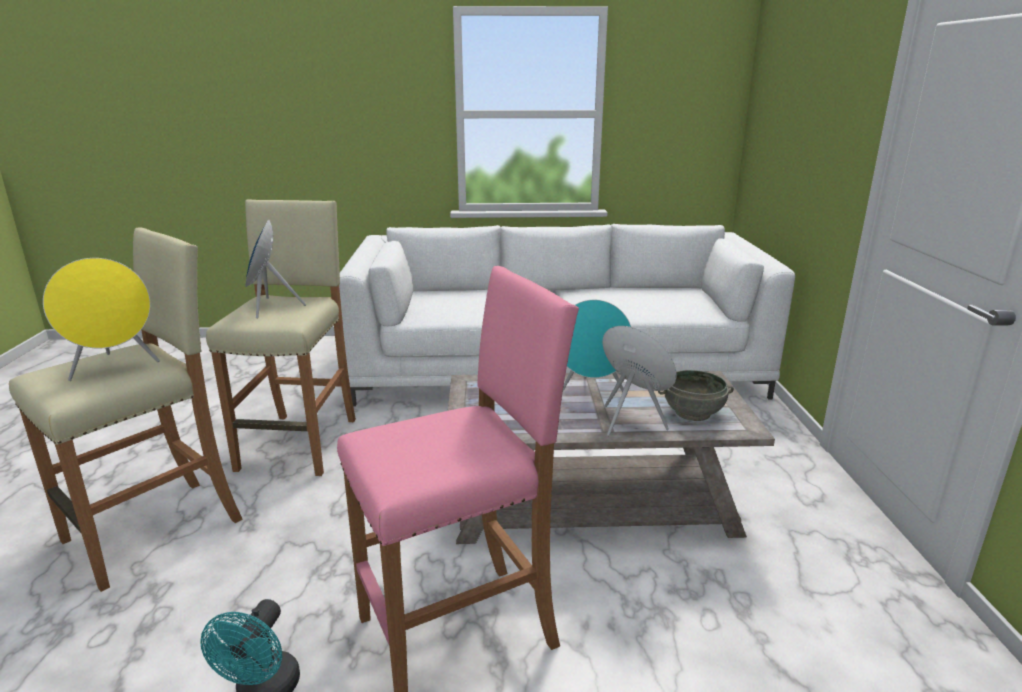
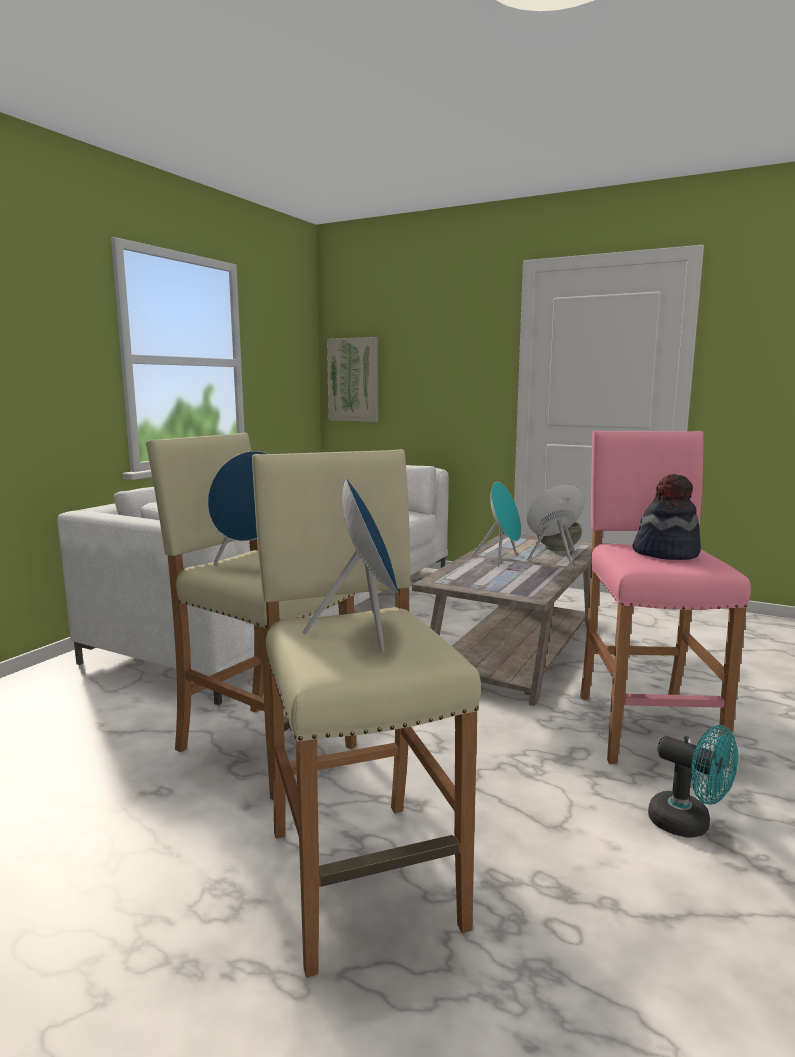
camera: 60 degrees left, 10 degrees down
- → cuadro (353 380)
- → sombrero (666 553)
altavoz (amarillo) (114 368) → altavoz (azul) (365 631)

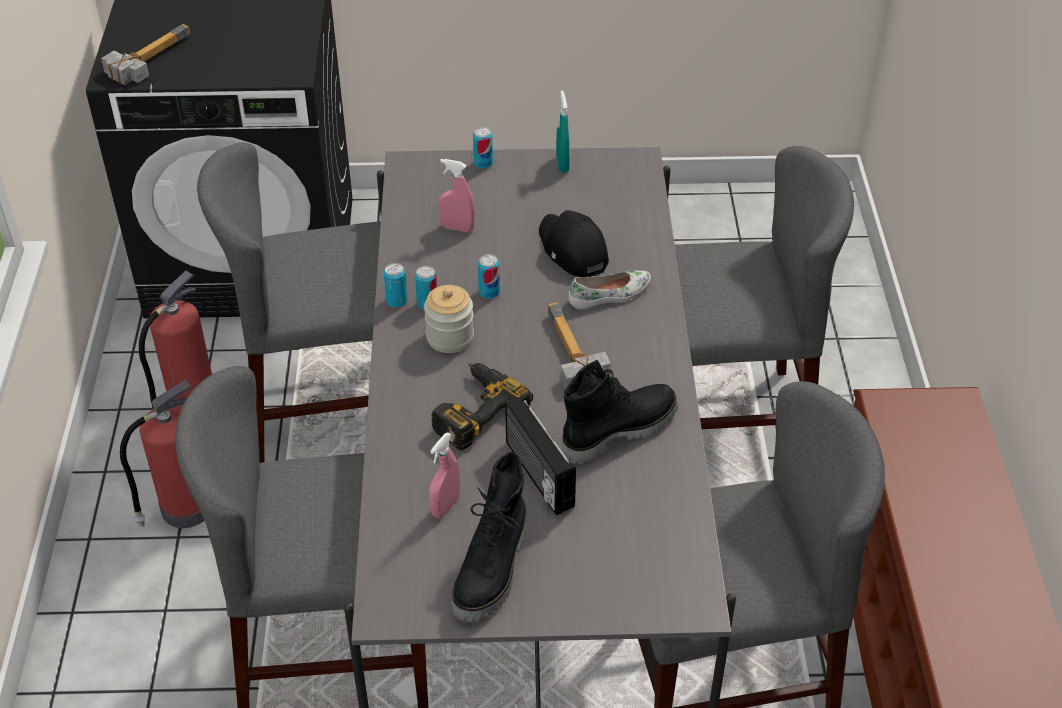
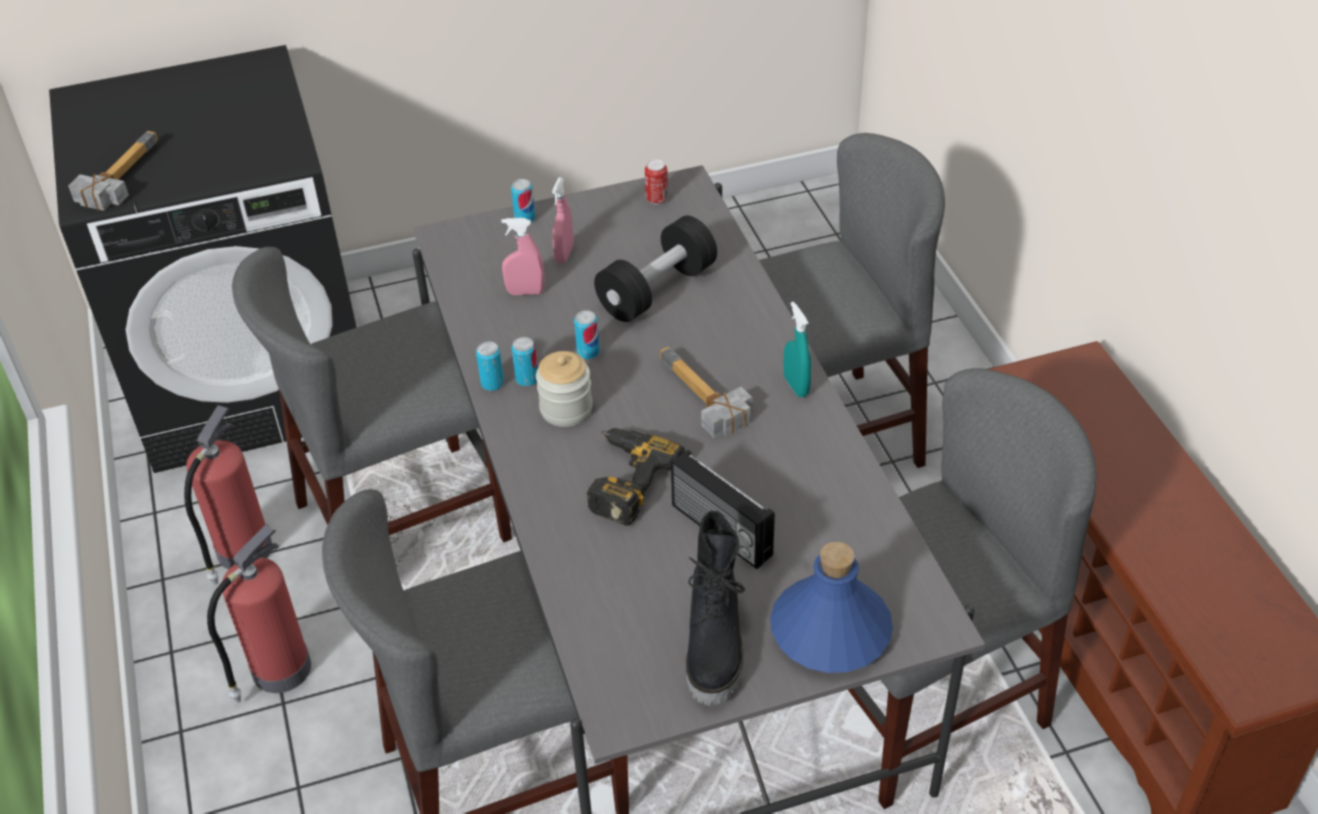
camera: 15 degrees left, 0 degrees up
bota (negro) (618 430) → -
zapato (blanco) (610 295) → -
- → lata (657 199)
- → botella (azul) (830 630)
pulverizador (rosa) (445 506) → pulverizador (rosa) (564 254), moved
pulverizador (turquesa) (562 164) → pulverizador (turquesa) (796 386), moved
gorra (negro) (572 250) → mancuerna (negro) (657 290)

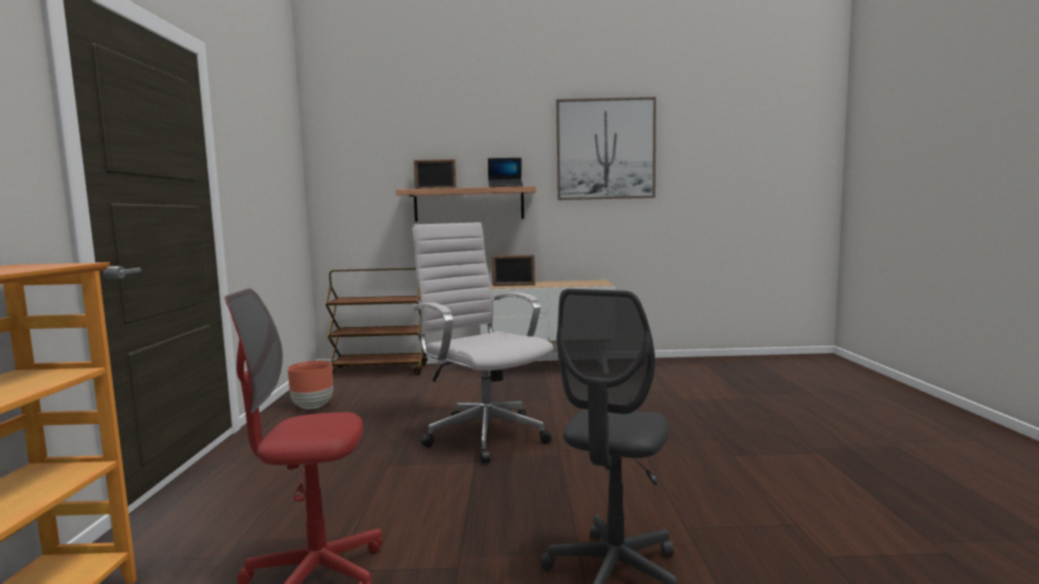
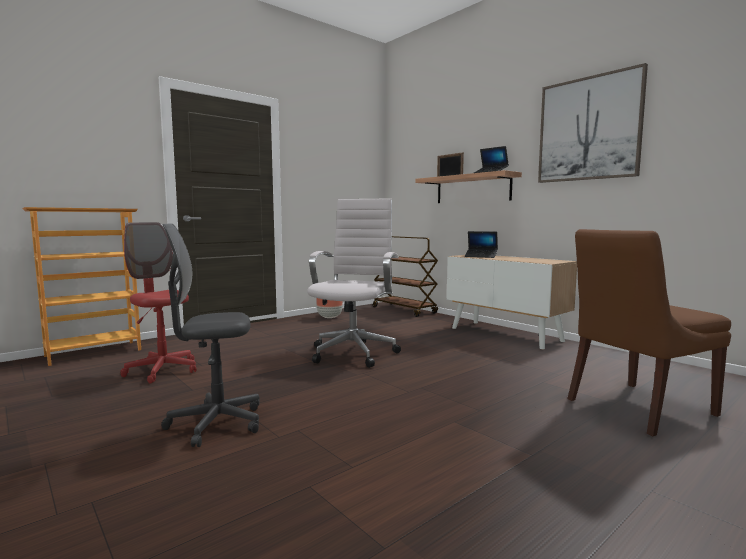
camera: 50 degrees right, 0 degrees up
- → silla (marrón) (636 408)
portarretratos (513 285) → portátil (481 256)

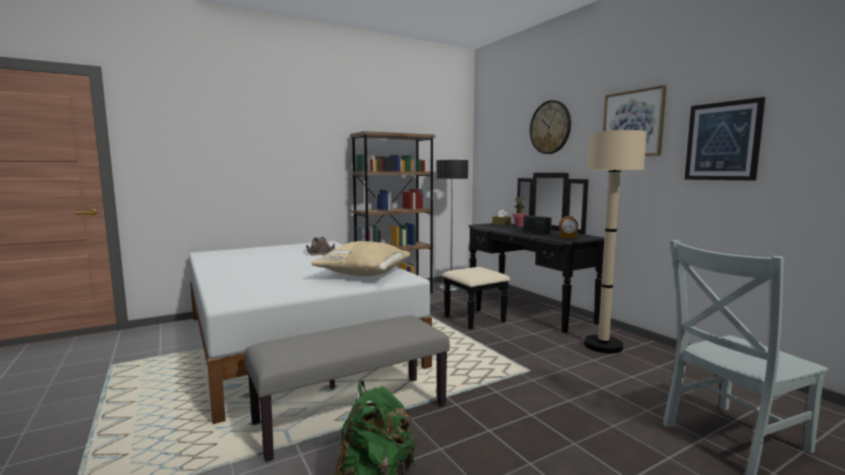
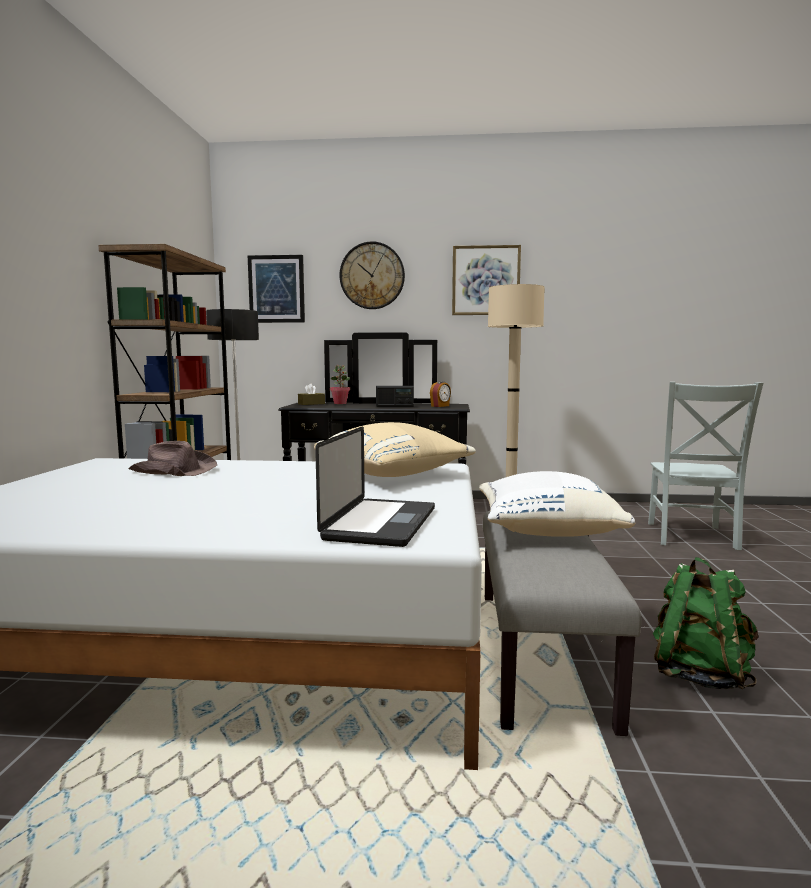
camera: 55 degrees left, 0 degrees up
- → portátil (381 524)
- → cojín (blanco) (546 530)
cuadro (722 141) → cuadro (276 289), moved

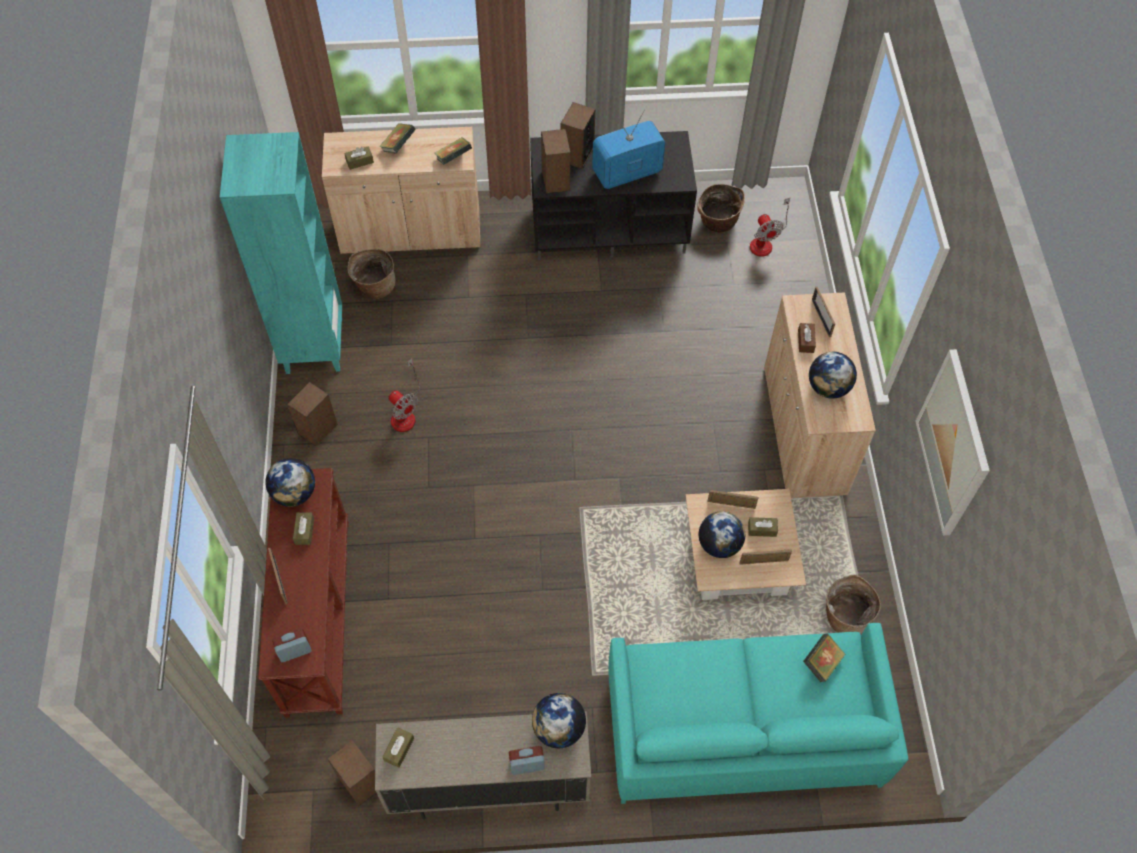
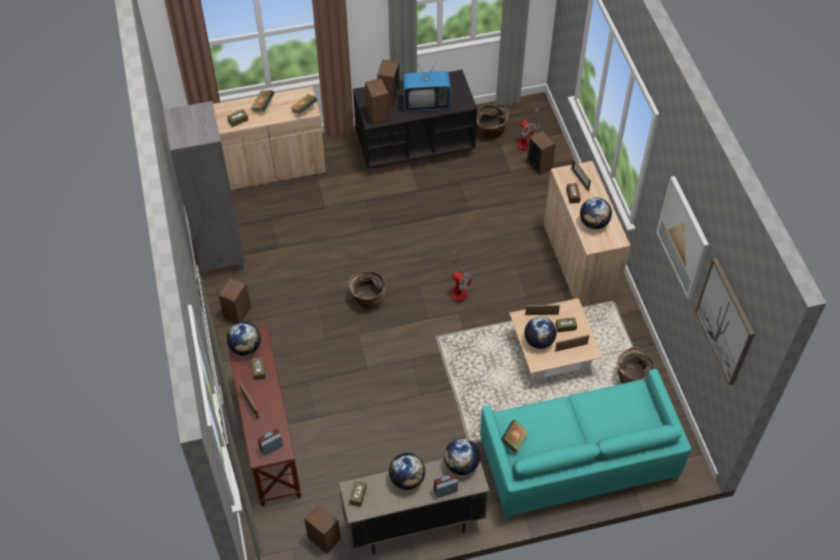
camera: 10 degrees left, 5 degrees down
- → globo terráqueo (407 479)
- → altavoz (539 165)
- → cuadro (725 321)
cesta (374 287) → cesta (367 299), moved
ventilador (405 413) → ventilador (458 288), moved
libro (822 662) → libro (514 440), moved
estantería (turquesa) (313 345) → estantería (gris) (220 256)
televisor (627 173) → televisor (426 103), 150 degrees counterclockwise

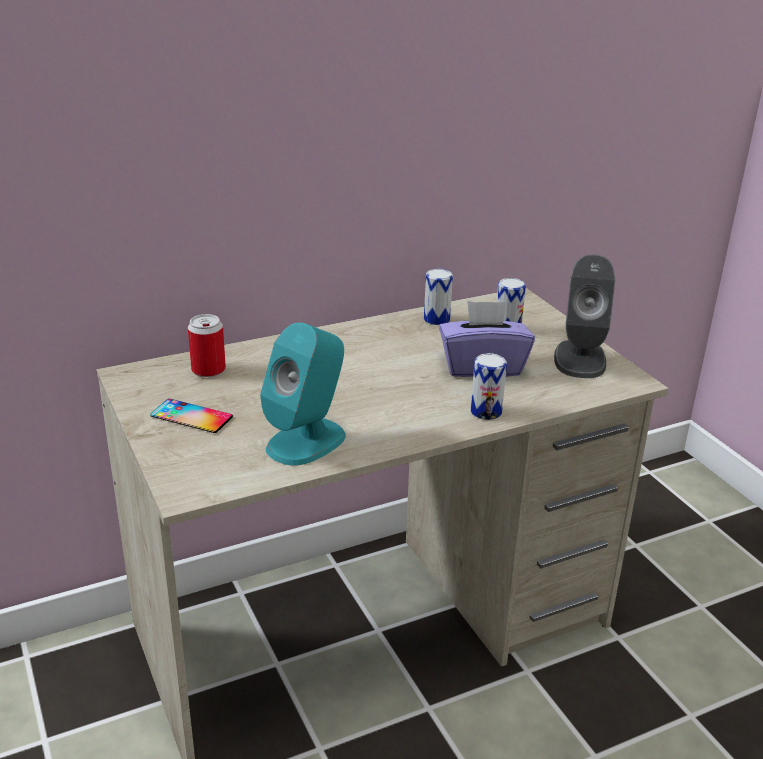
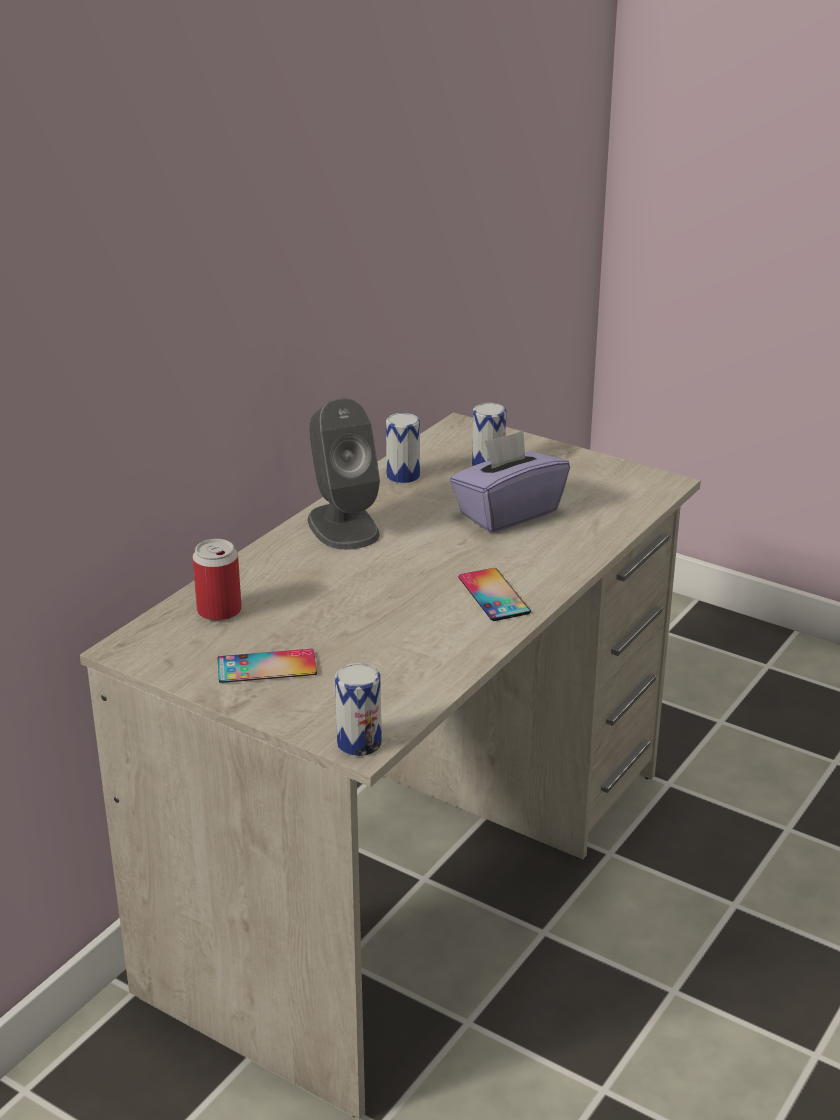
camera: 30 degrees left, 0 degrees up
altavoz (turquesa) (307 441) → -
- → móvil (494 595)
lata (486 412) → lata (359 743), moved
altavoz (gris) (580 359) → altavoz (gris) (343 526), moved

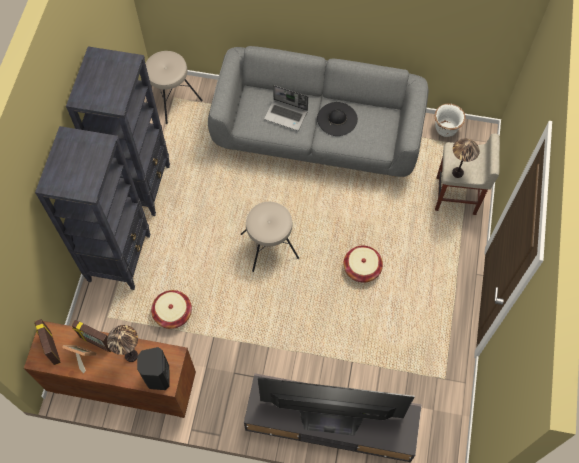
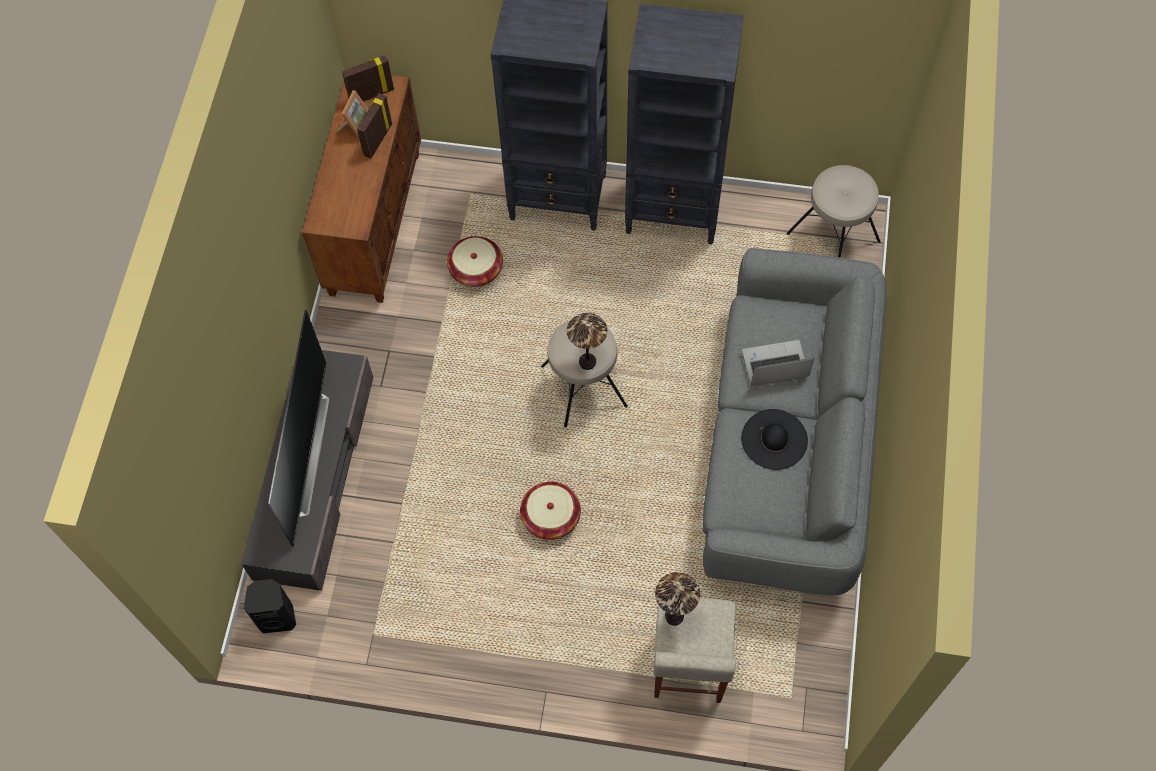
camera: 90 degrees right, 0 degrees up
maceta (blanco) (445 130) → -
lámpara de mesa (131 355) → lámpara de mesa (587 362), moved
altavoz (negro) (157 377) → altavoz (negro) (277 617), moved
portátil (286 115) → portátil (774 365), 60 degrees clockwise

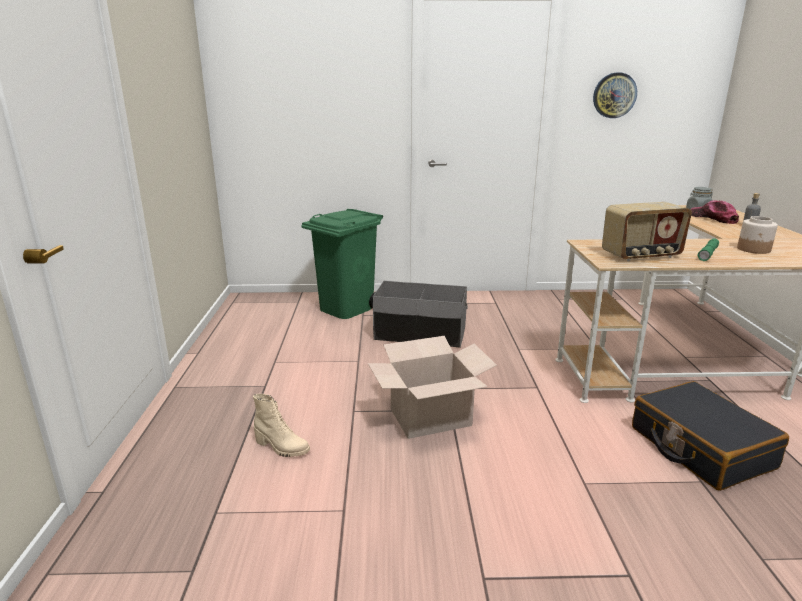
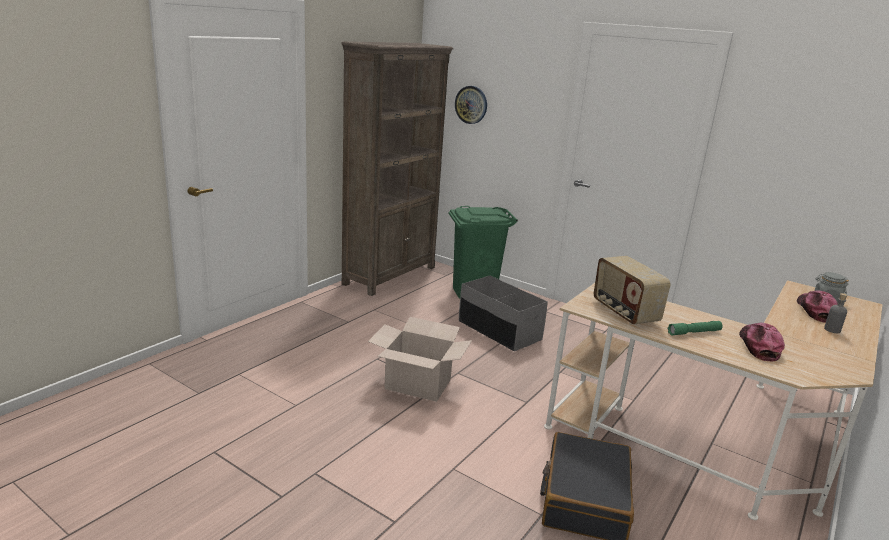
camera: 35 degrees right, 0 degrees up
bota (beis) (281 448) → -
- → estantería (marrón) (390 275)
reloj de pared (614 95) → reloj de pared (471 104), moved
tarro (754 249) → gorra (758 346)
radio (641 256) → radio (624 312), 45 degrees clockwise

